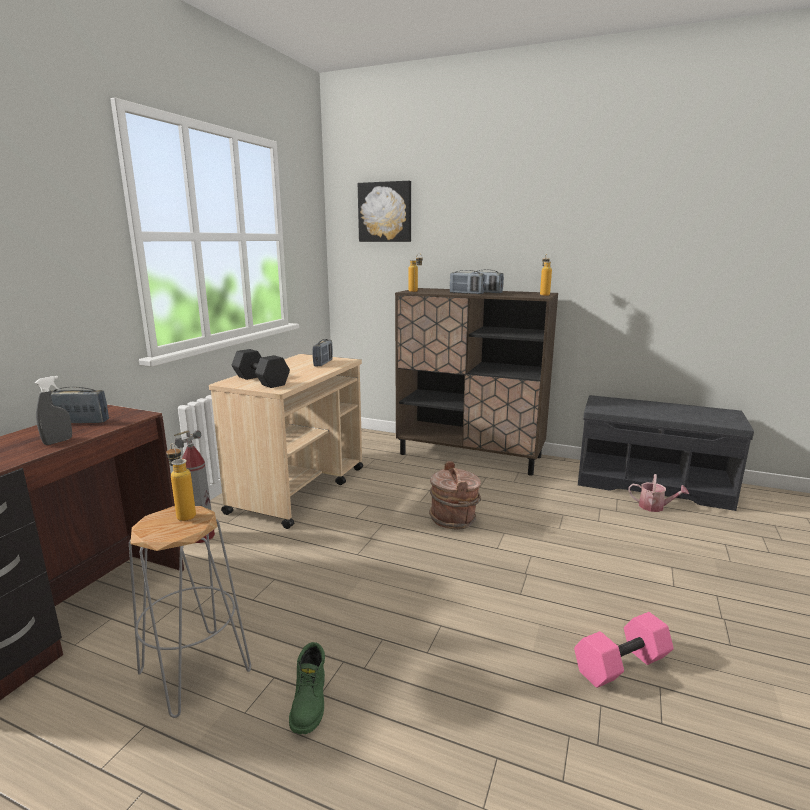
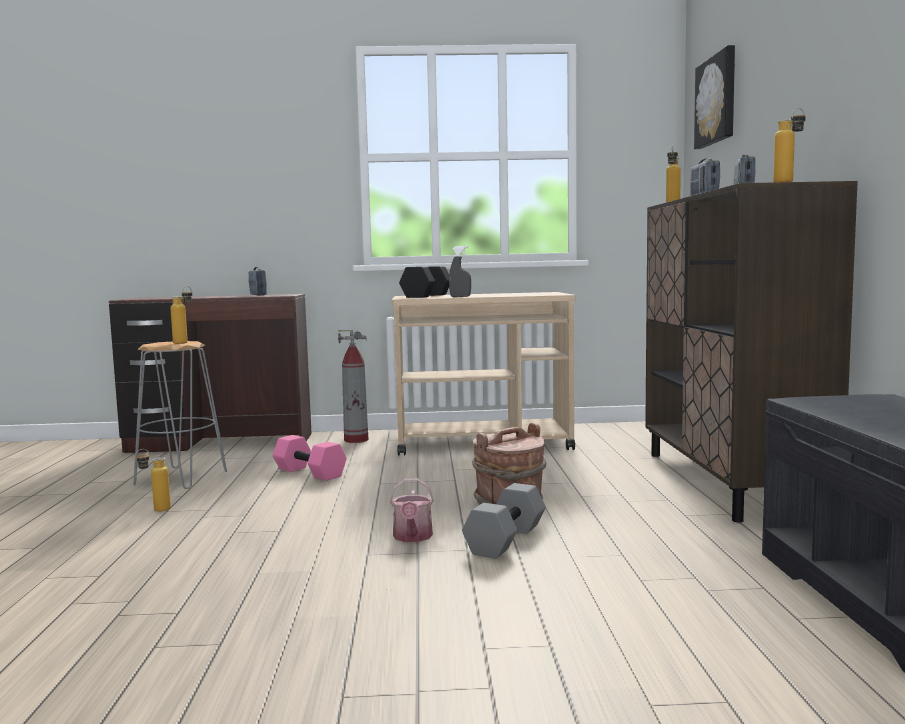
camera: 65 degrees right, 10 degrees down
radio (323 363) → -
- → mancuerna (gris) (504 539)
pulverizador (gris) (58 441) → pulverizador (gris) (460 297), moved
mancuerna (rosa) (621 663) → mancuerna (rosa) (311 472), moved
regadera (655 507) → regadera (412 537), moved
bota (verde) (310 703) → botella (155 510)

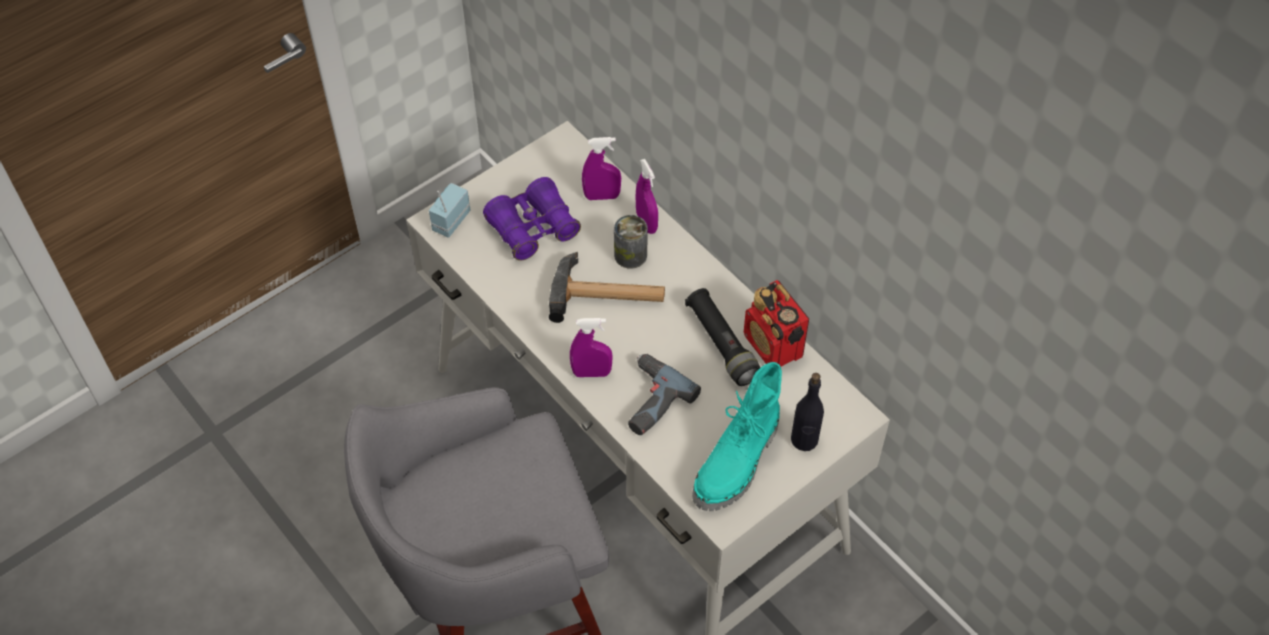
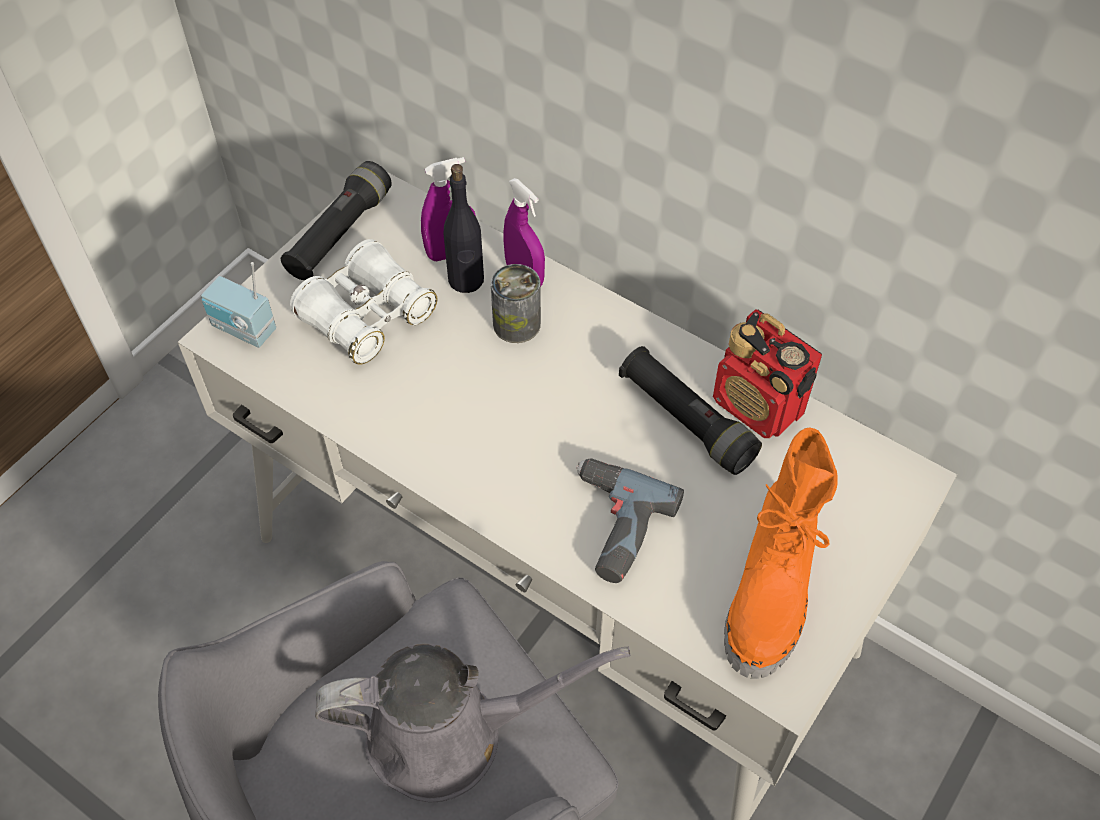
camera: 15 degrees left, 0 degrees up
martillo (608 295) → -
pulverizador (morado) (591 373) → -
- → linterna (negro) (339 234)
- → regadera (gris) (449 734)
botella (negro) (804 440) → botella (negro) (466 280), moved
prismáticos (morado) (533 228) → prismáticos (blanco) (367 316)
bota (turquesa) (738 463) → bota (naranja) (773 591)
radio (450 221) → radio (243 330), 75 degrees counterclockwise

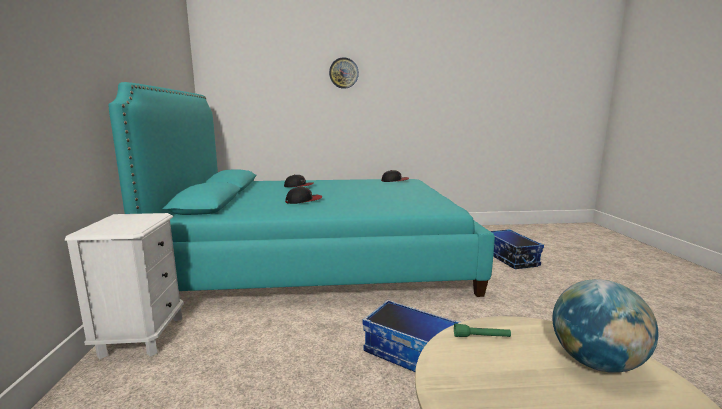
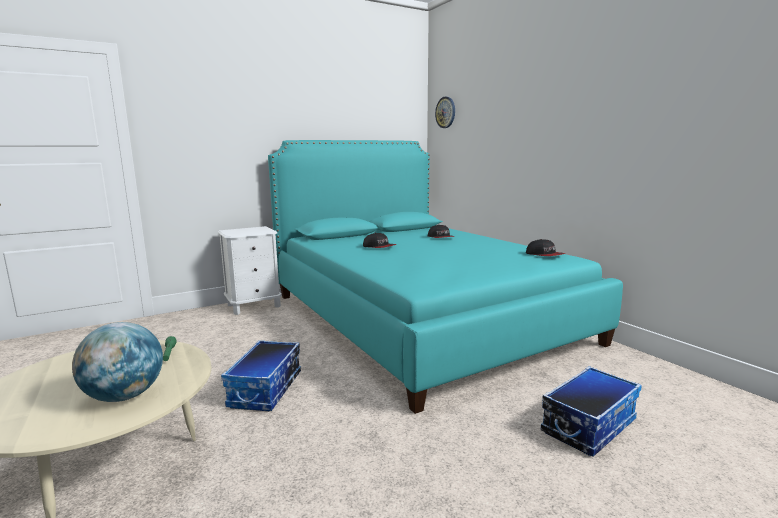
camera: 65 degrees right, 0 degrees up
reloj de pared (343 73) → reloj de pared (445 112), moved

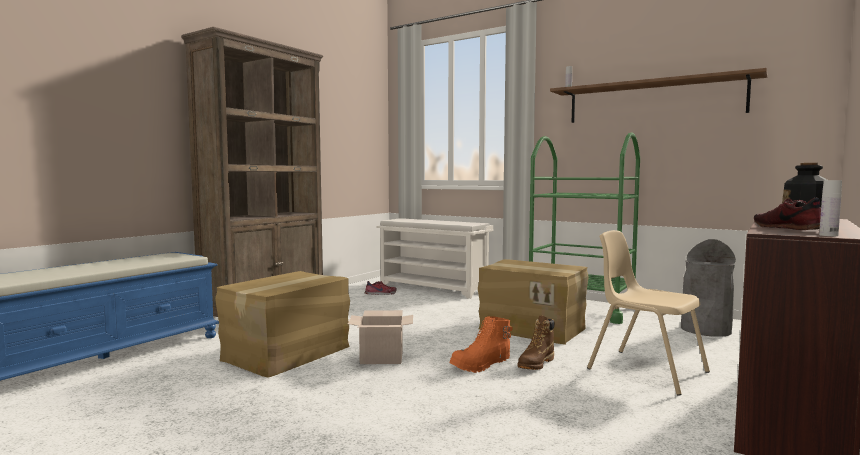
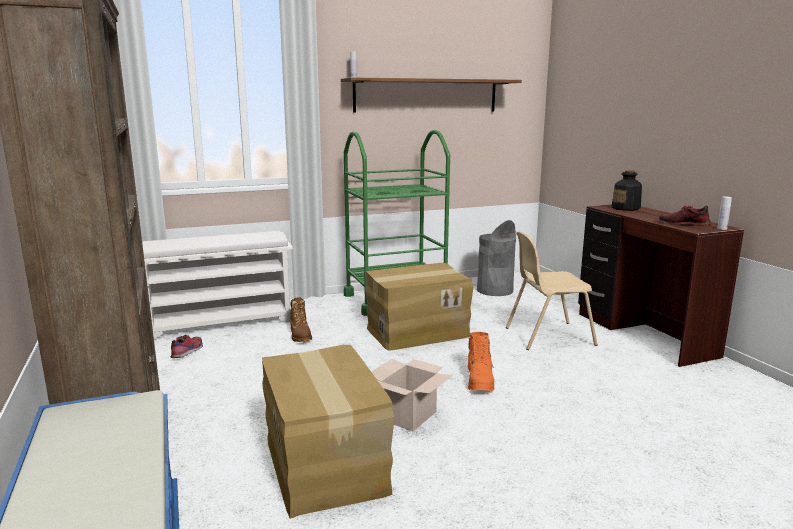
camera: 55 degrees left, 10 degrees up
bota (marrón) (536 364) → bota (marrón) (300 336), moved

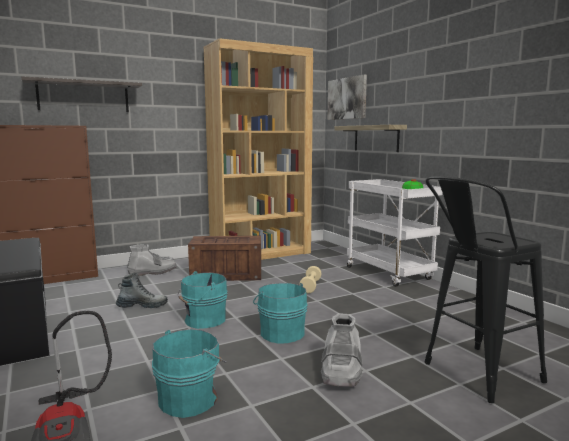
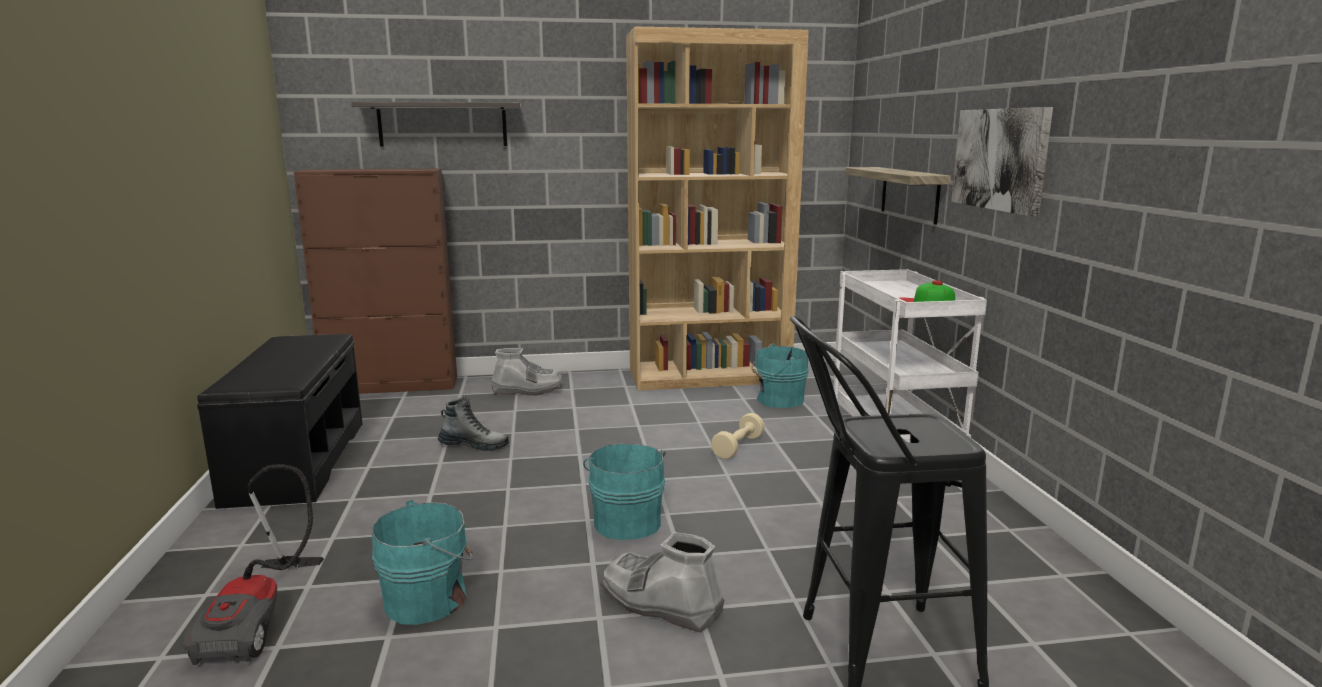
camera: 20 degrees right, 5 degrees up
caja de embalaje (228 274) → -
cubo (turquesa) (203 320) → cubo (turquesa) (777 400), moved
cuadro (347 98) → cuadro (1000 159), moved
bota (gris) (341 372) → bota (gris) (660 603), 90 degrees clockwise

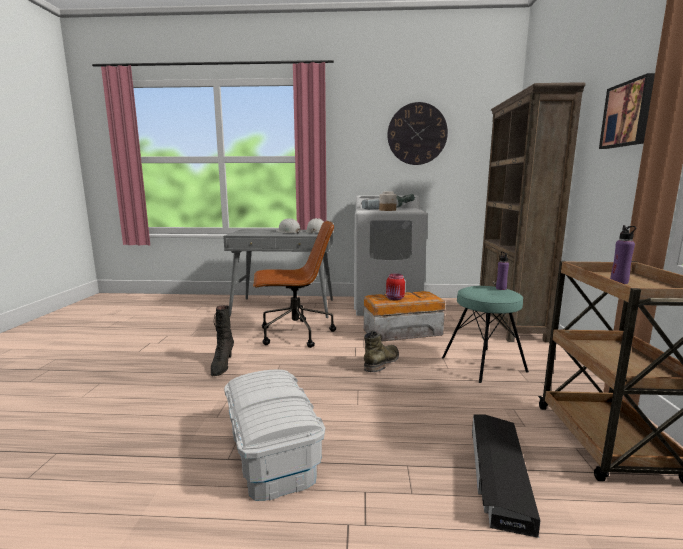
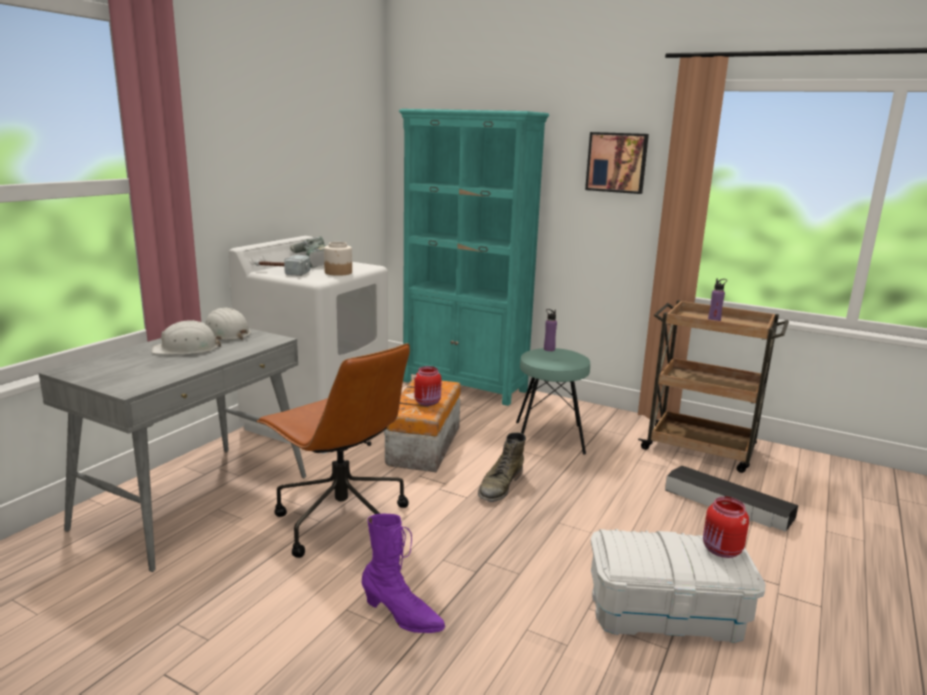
camera: 65 degrees left, 5 degrees up
reloj de pared (417 134) → -
- → tarro (rojo) (721 551)
bota (negro) (222 366) → bota (morado) (402 616)
estantería (marrón) (510 324) → estantería (turquesa) (465 386)
silla de oficina (marrón) (294 334) → silla de oficina (marrón) (340 521), 120 degrees clockwise
bota (verde) (382 362) → bota (verde) (500 486), 120 degrees counterclockwise

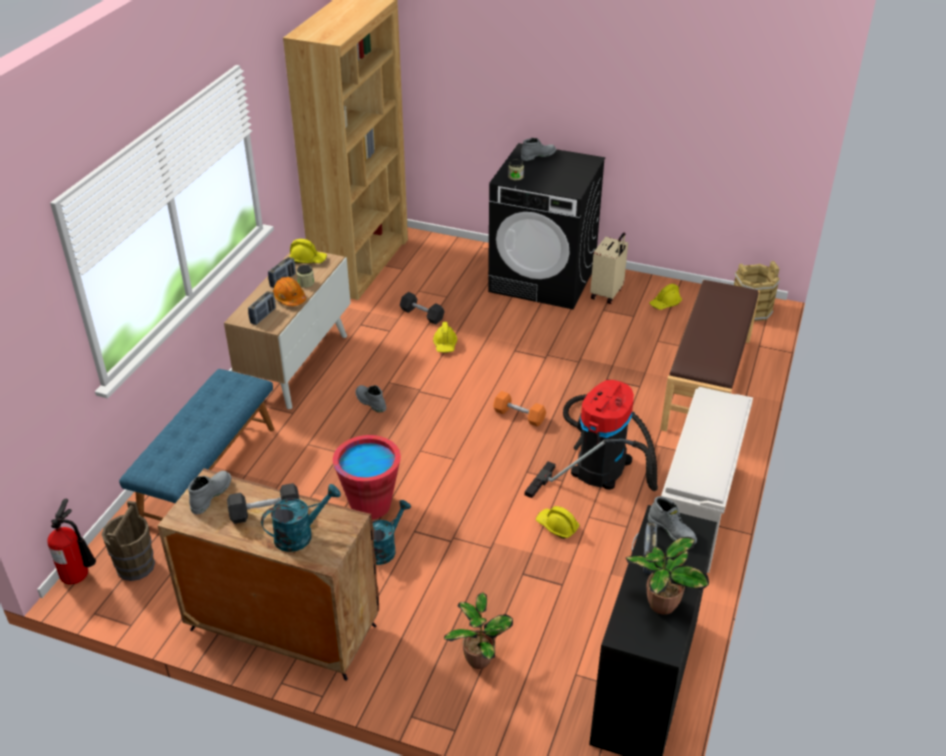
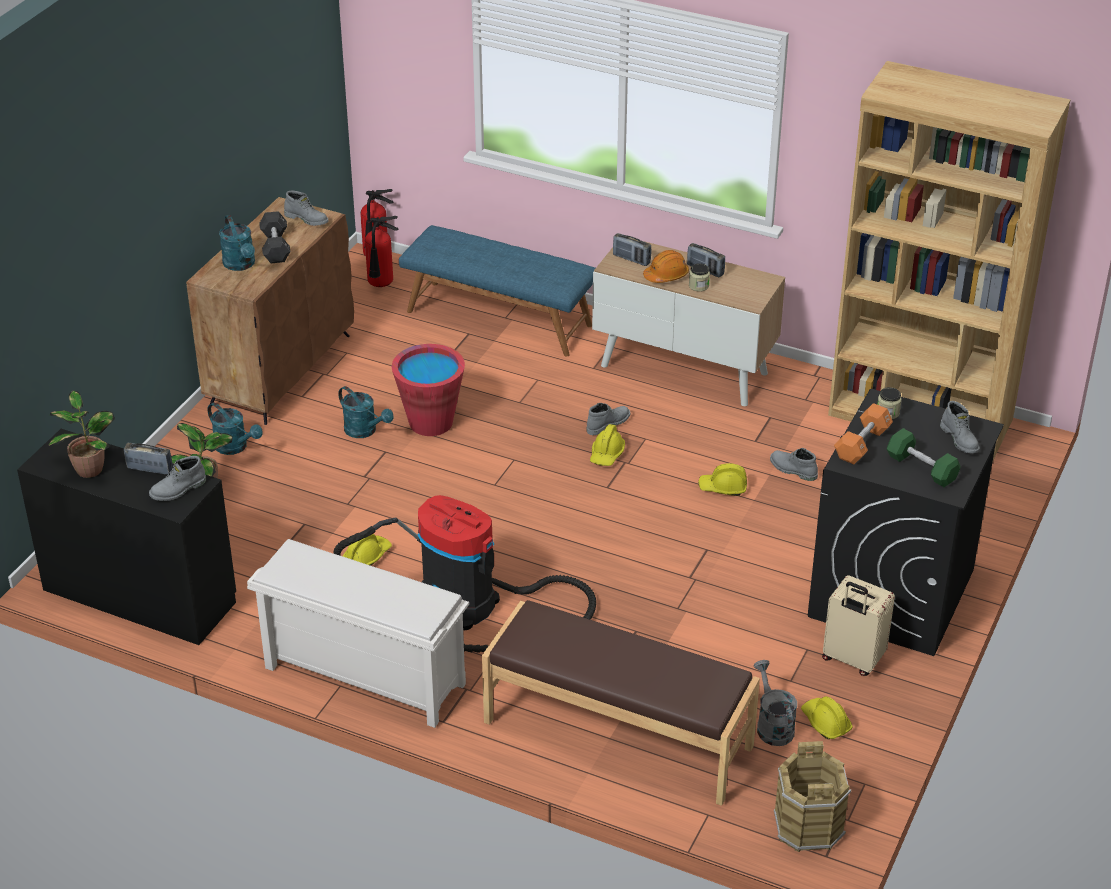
camera: 95 degrees right, 0 degrees up
- → regadera (turquesa) (235 447)
- → regadera (gris) (772 725)
- → mancuerna (verde) (921 468)
casco (amarillo) (308 259) → casco (amarillo) (607 454), moved
mancuerna (naranja) (519 416) → mancuerna (naranja) (862 444), moved
cubo (marrón) (136 566) → extintor (381 285)
mancuerna (negro) (422 315) → bota (gris) (792 470)

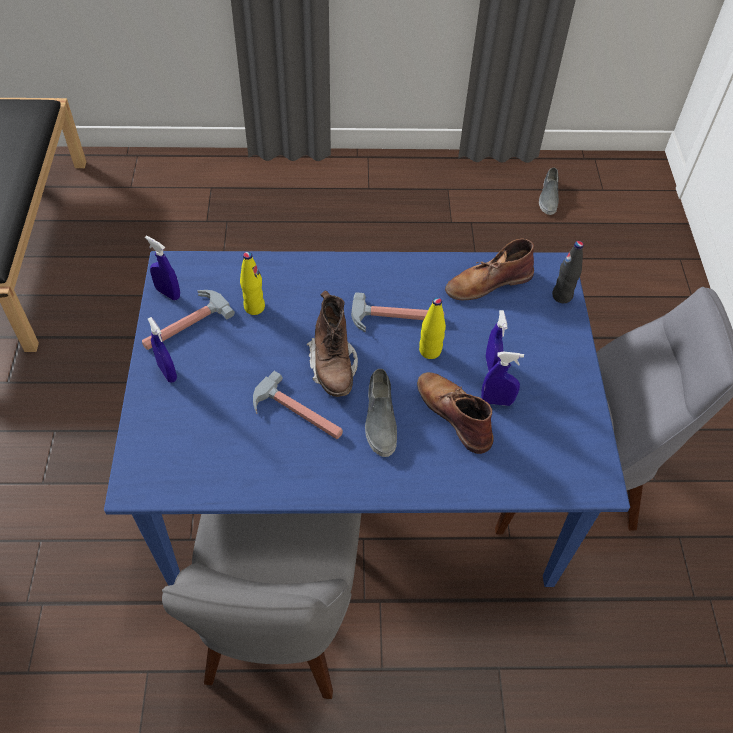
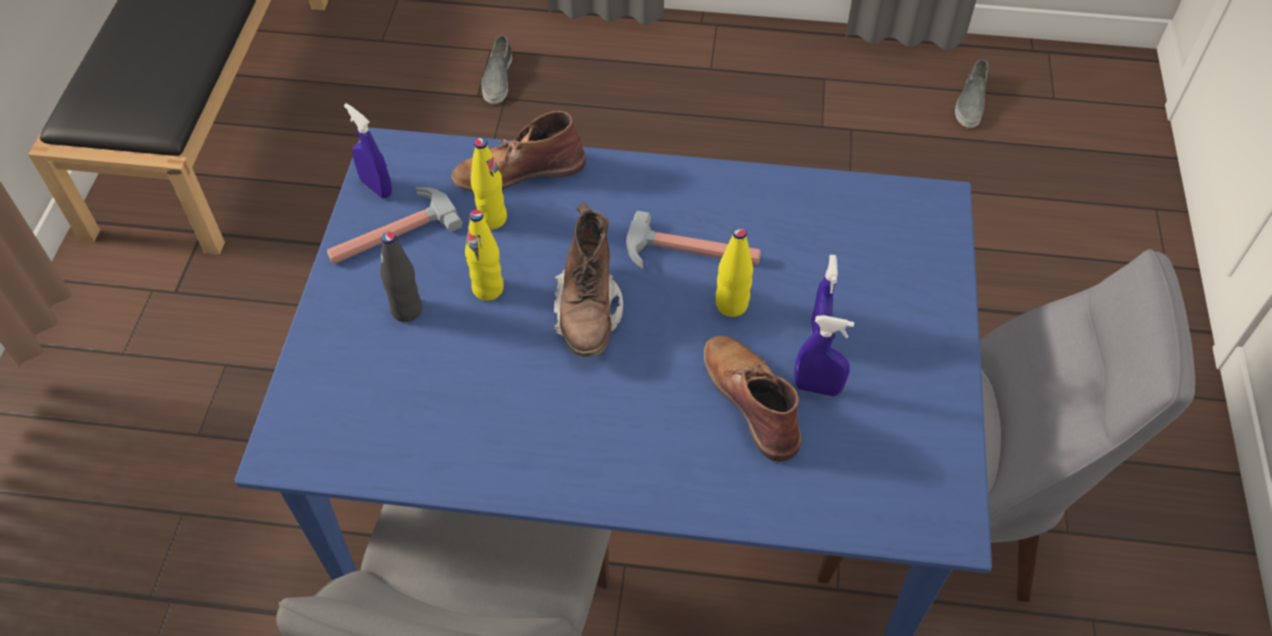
camera: 10 degrees right, 0 degrees up
pulverizador (azul) (167 372) → -
martillo (297 415) → -
- → botella (amarillo) (488 289)
zapato (gris) (380 419) → zapato (gris) (497 78), moved
bota (marrón) (487 282) → bota (marrón) (518 171), moved
botella (negro) (562 296) → botella (negro) (407 310), moved

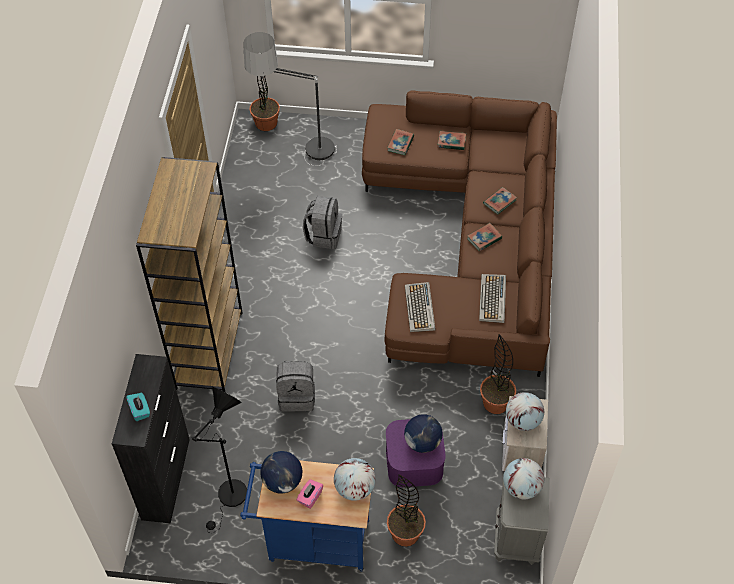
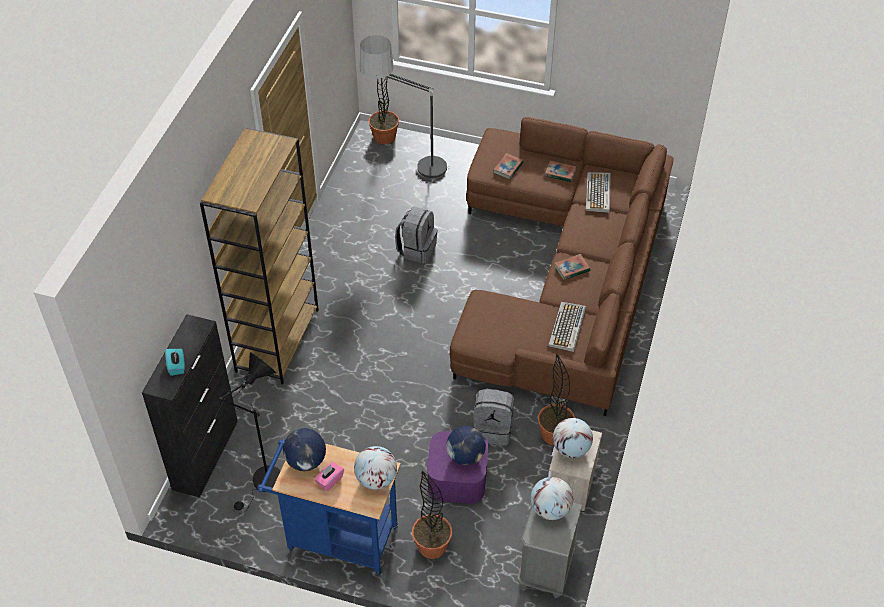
camera: 10 degrees right, 5 degrees down
libro (499 202) → -
mochila (gris) (297 396) → mochila (gris) (493 429), moved
teclado (420 308) → teclado (598 193), moved

